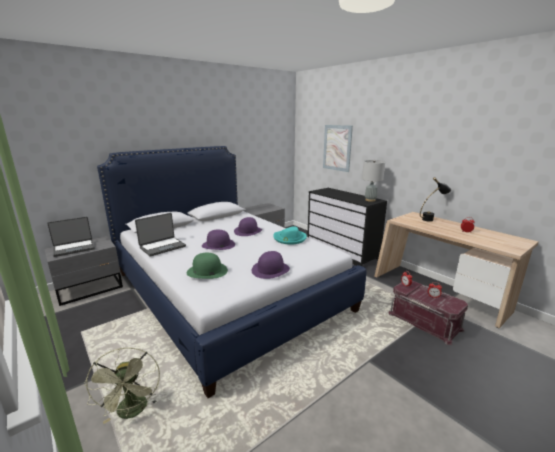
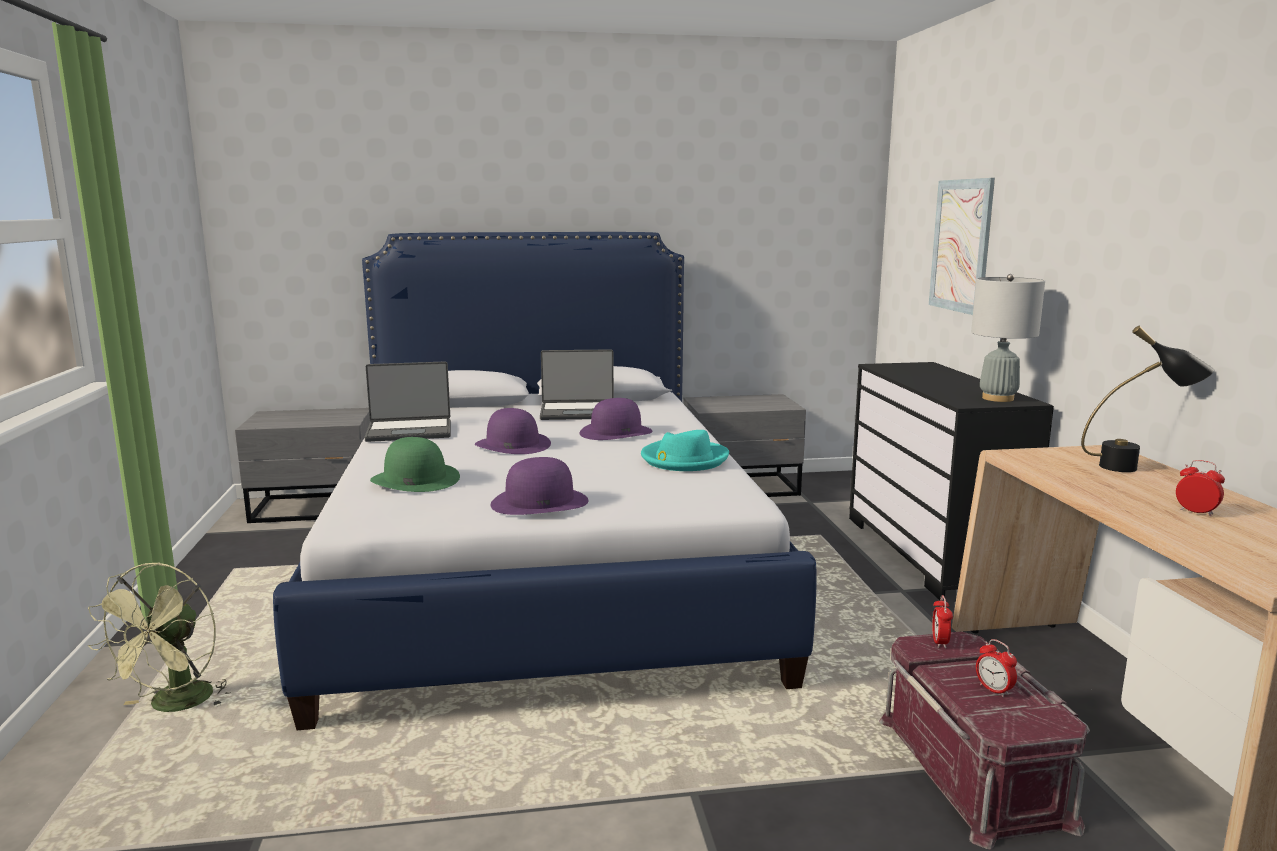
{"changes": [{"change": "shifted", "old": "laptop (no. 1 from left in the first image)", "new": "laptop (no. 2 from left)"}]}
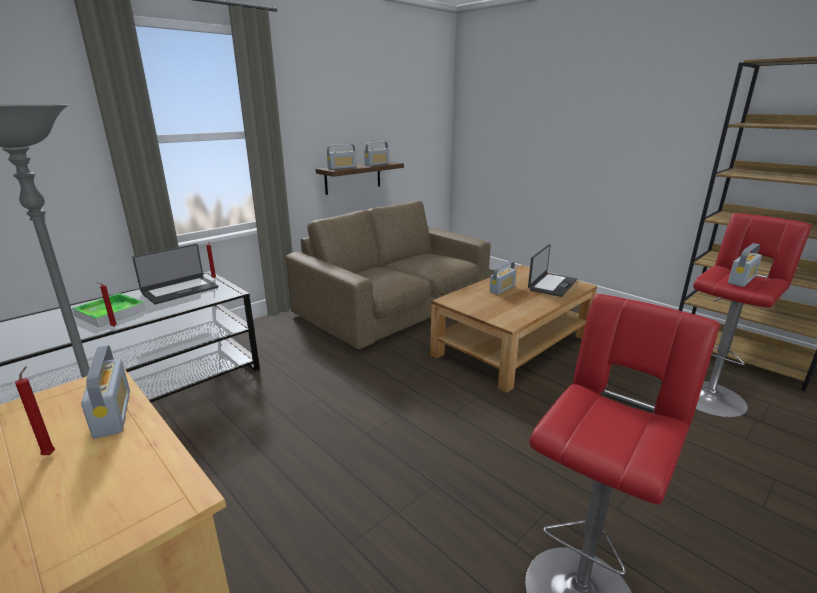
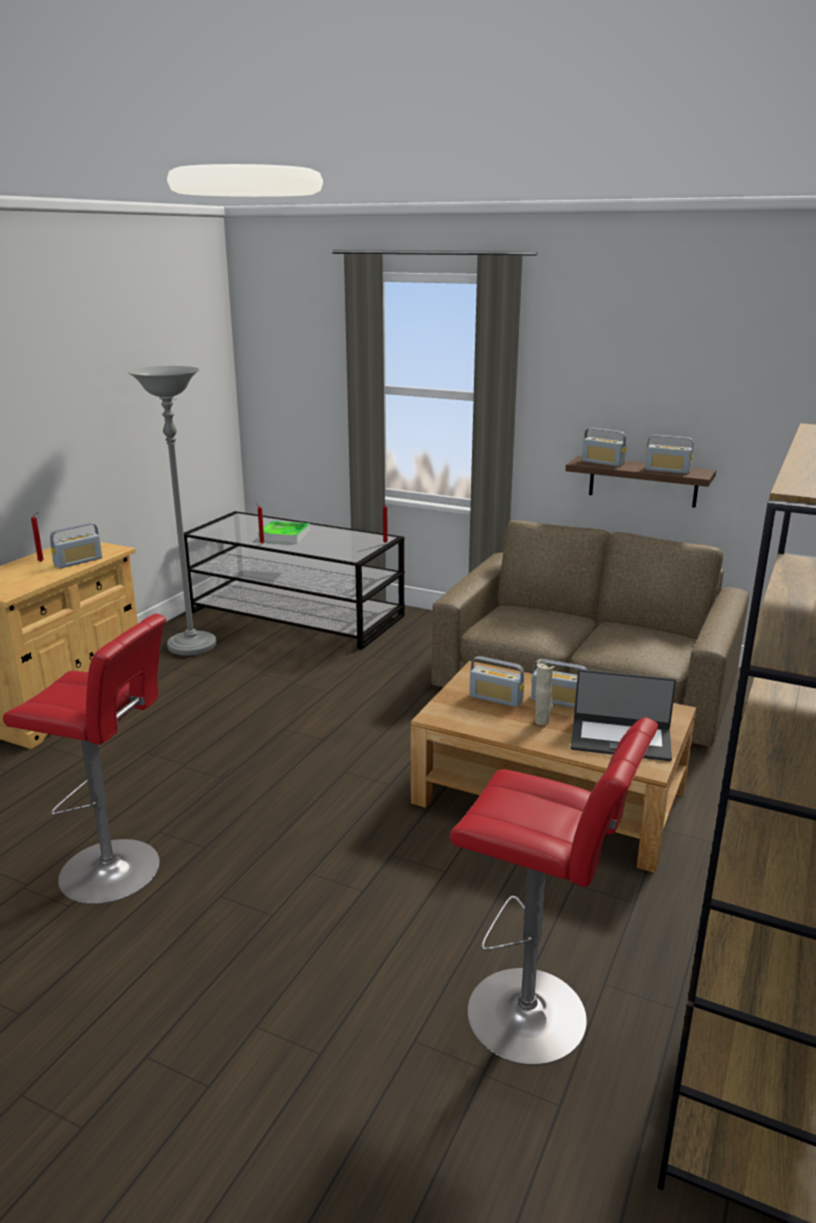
{"changes": [{"change": "gone", "old": "laptop (no. 1 from left)"}, {"change": "shifted", "old": "radio (no. 5 from left in the first image)", "new": "radio (no. 2 from left)"}, {"change": "new", "new": "beige vase"}]}
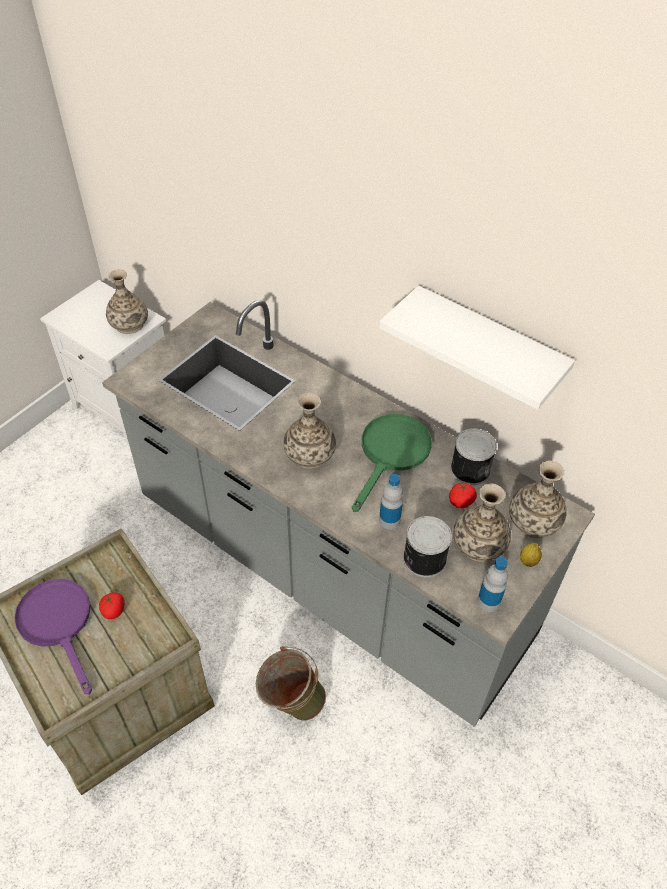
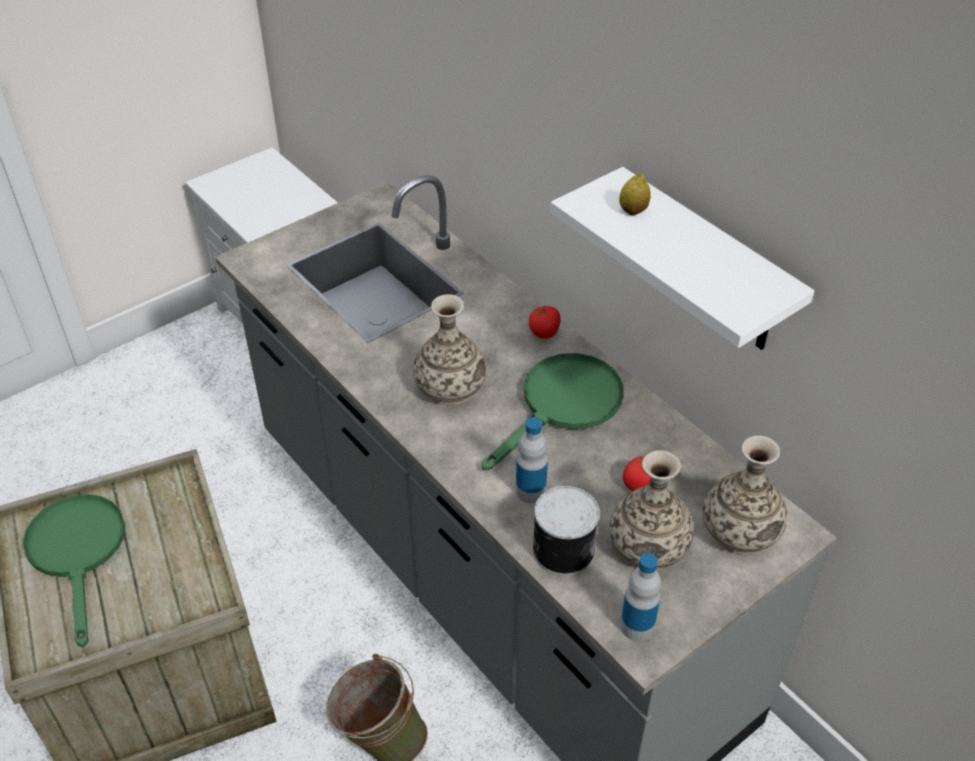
{"changes": [{"change": "repainted", "old": "purple frying pan", "new": "green frying pan (no. 1 from left)"}, {"change": "shifted", "old": "tomato (no. 1 from left)"}, {"change": "gone", "old": "vase (no. 1 from left)"}, {"change": "gone", "old": "can (no. 2 from left)"}, {"change": "shifted", "old": "lemon"}]}
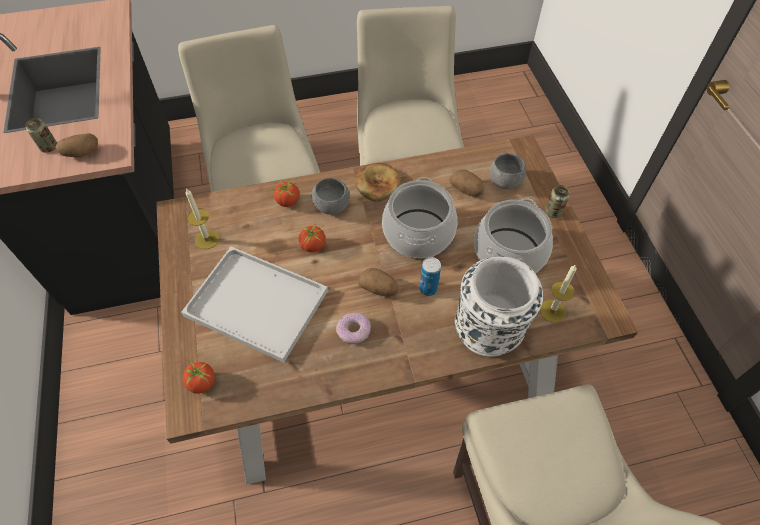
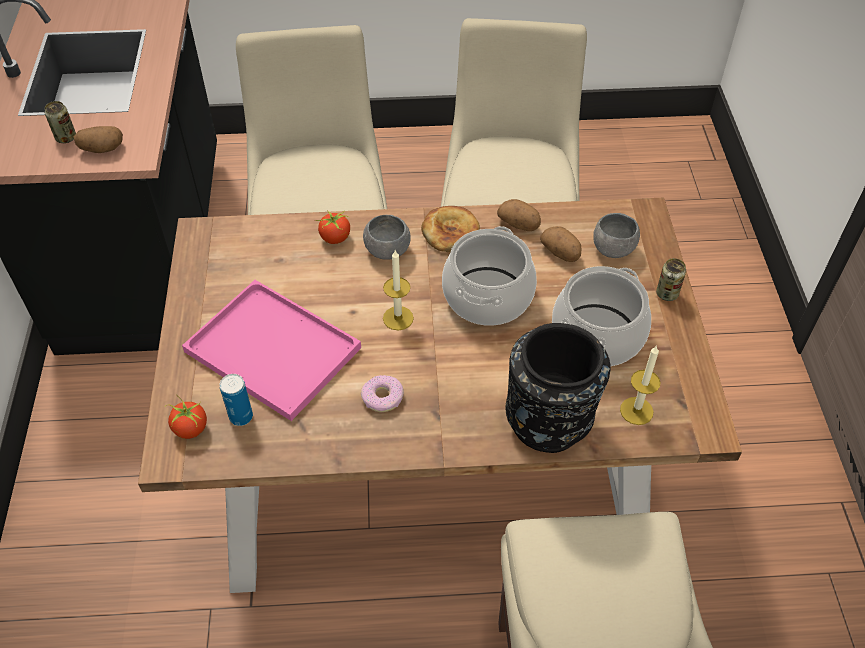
{"changes": [{"change": "repainted", "old": "white tray", "new": "pink tray"}, {"change": "shifted", "old": "candle (no. 1 from left)"}, {"change": "gone", "old": "tomato (no. 3 from left)"}, {"change": "shifted", "old": "potato (no. 2 from left)"}, {"change": "shifted", "old": "can (no. 2 from left)"}, {"change": "repainted", "old": "white vase", "new": "black vase"}]}
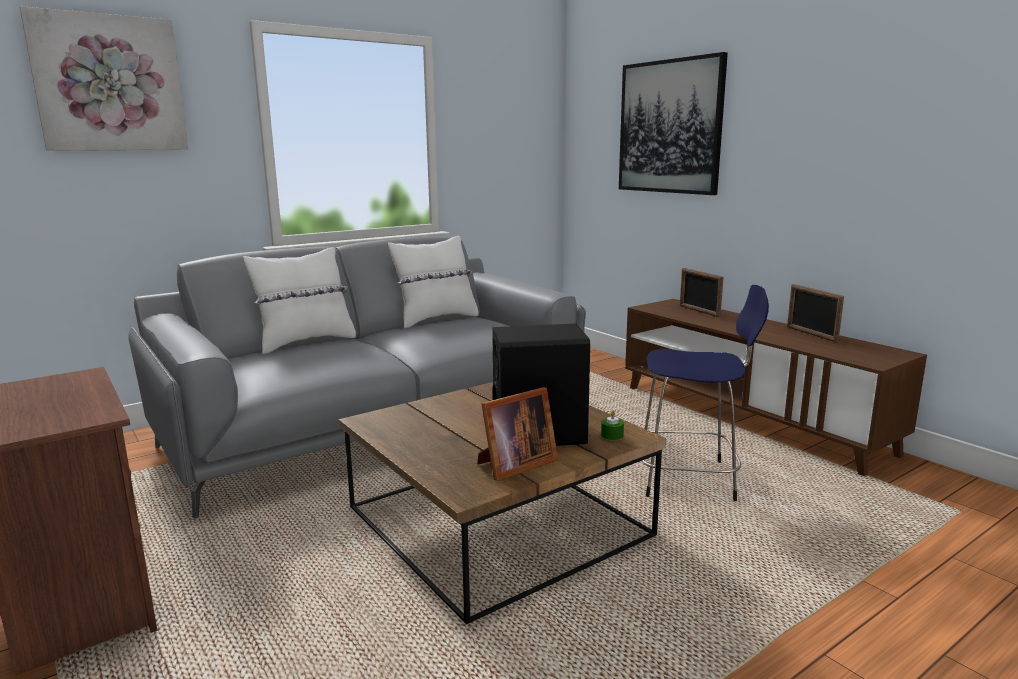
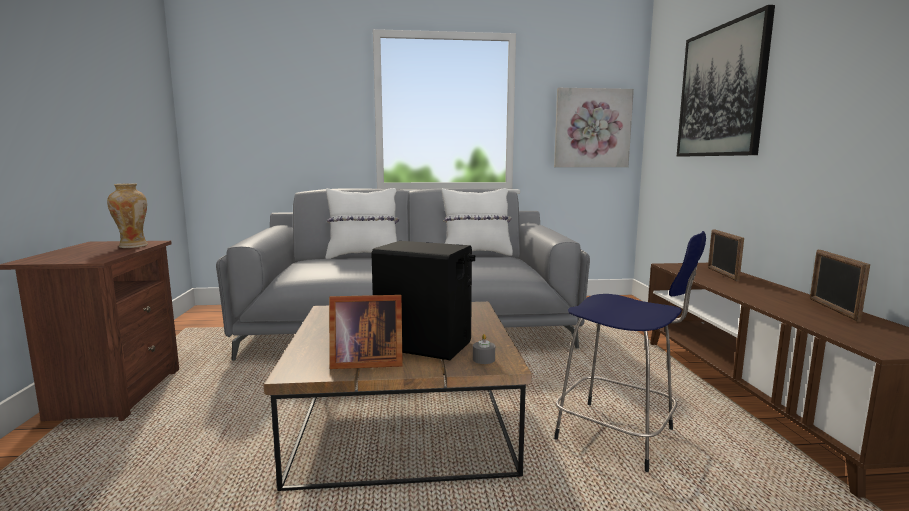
{"changes": [{"change": "shifted", "old": "picture (no. 1 from left)"}, {"change": "repainted", "old": "green candle", "new": "grey candle"}, {"change": "new", "new": "vase"}]}
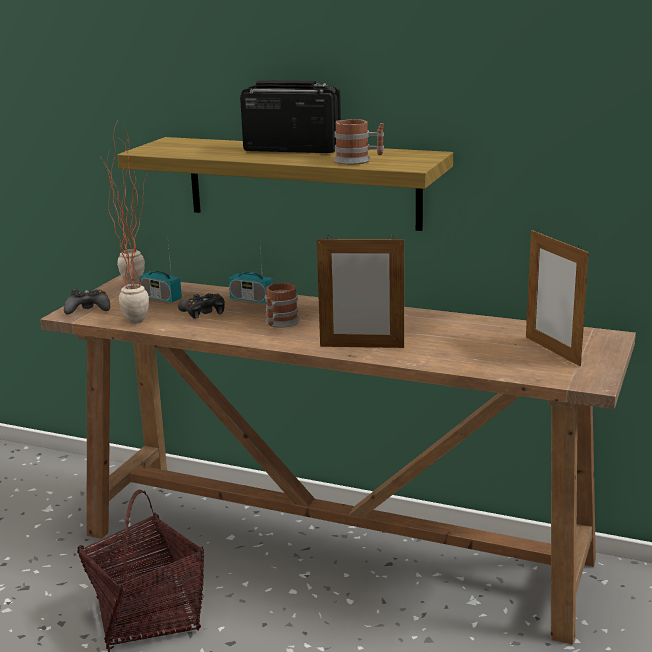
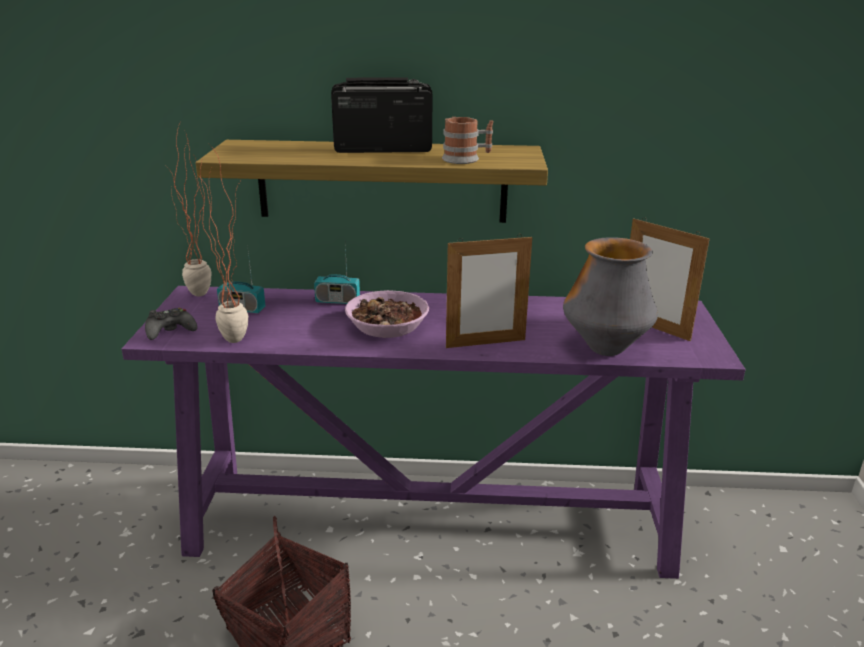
{"changes": [{"change": "repainted", "old": "brown console table", "new": "purple console table"}, {"change": "gone", "old": "black game controller (no. 2 from left)"}, {"change": "swapped", "old": "mug (no. 1 from left)", "new": "bowl"}, {"change": "new", "new": "vase"}]}
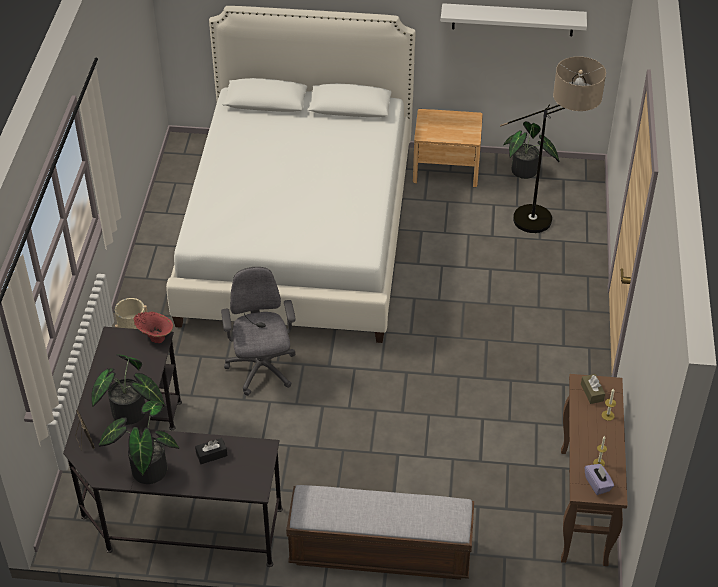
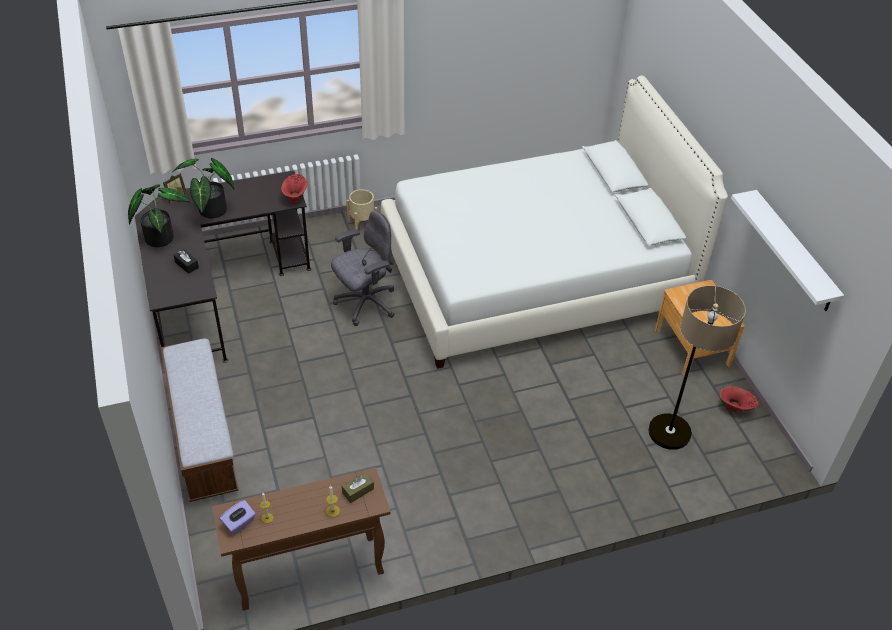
{"changes": [{"change": "swapped", "old": "potted plant (no. 3 from left)", "new": "red vase (no. 2 from left)"}]}
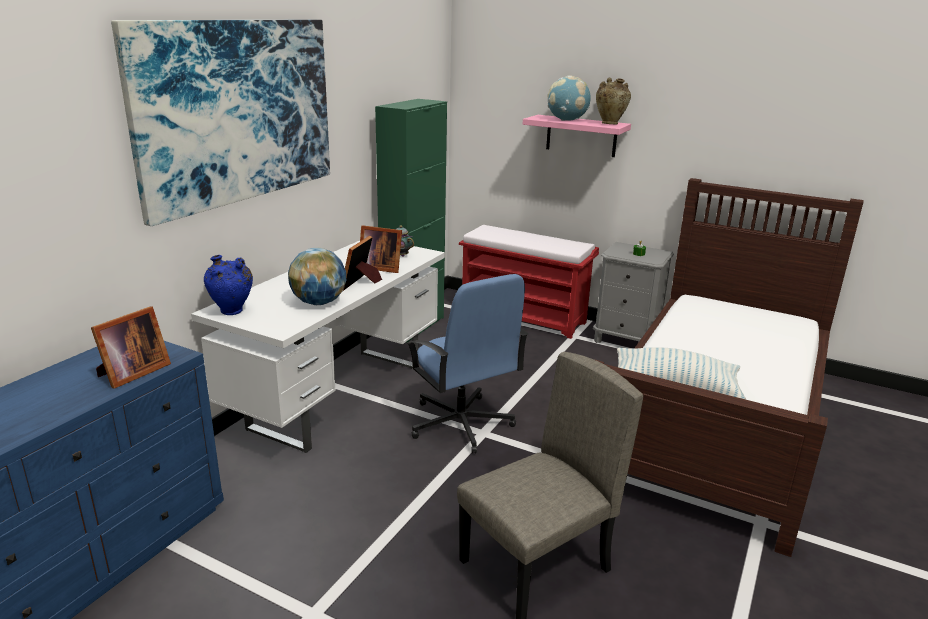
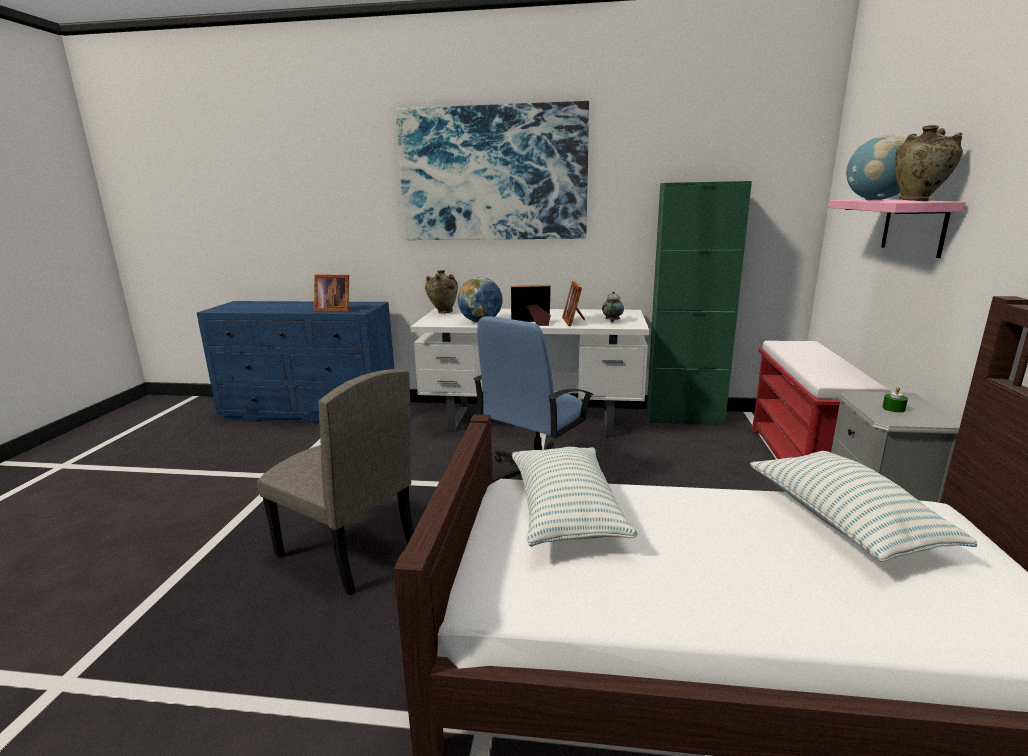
{"changes": [{"change": "repainted", "old": "blue vase", "new": "beige vase (no. 1 from left)"}, {"change": "new", "new": "pillow (no. 2 from left)"}]}
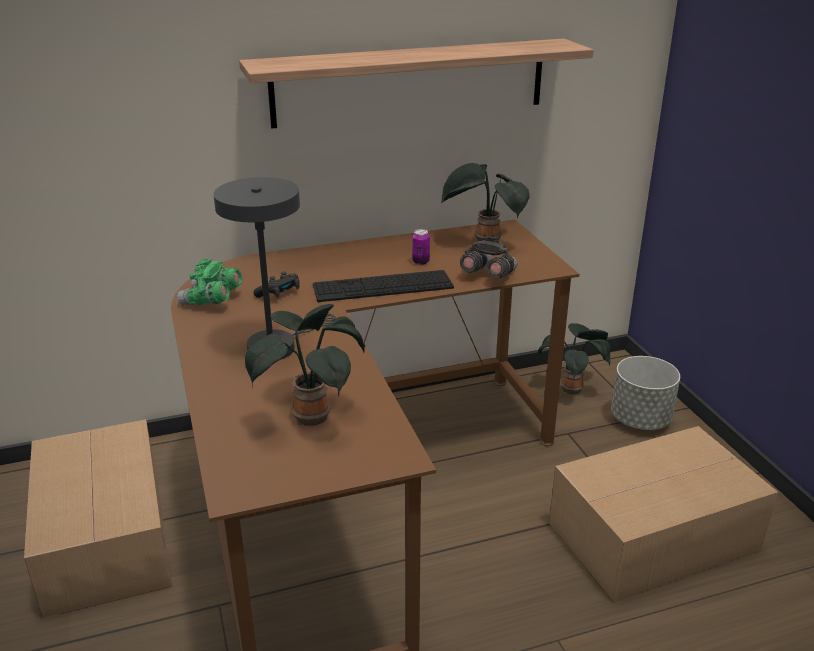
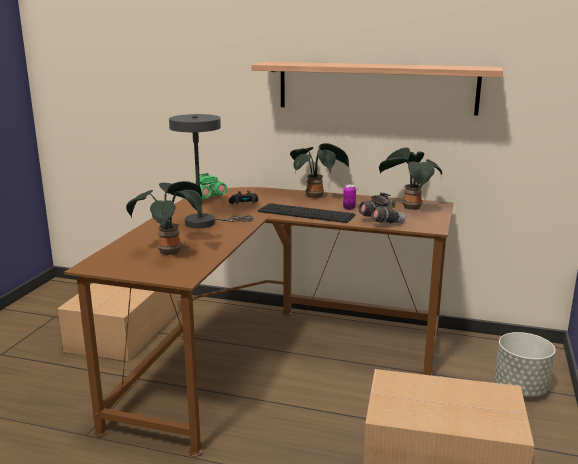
{"changes": [{"change": "shifted", "old": "potted plant (no. 3 from left in the first image)", "new": "potted plant (no. 2 from left)"}]}
